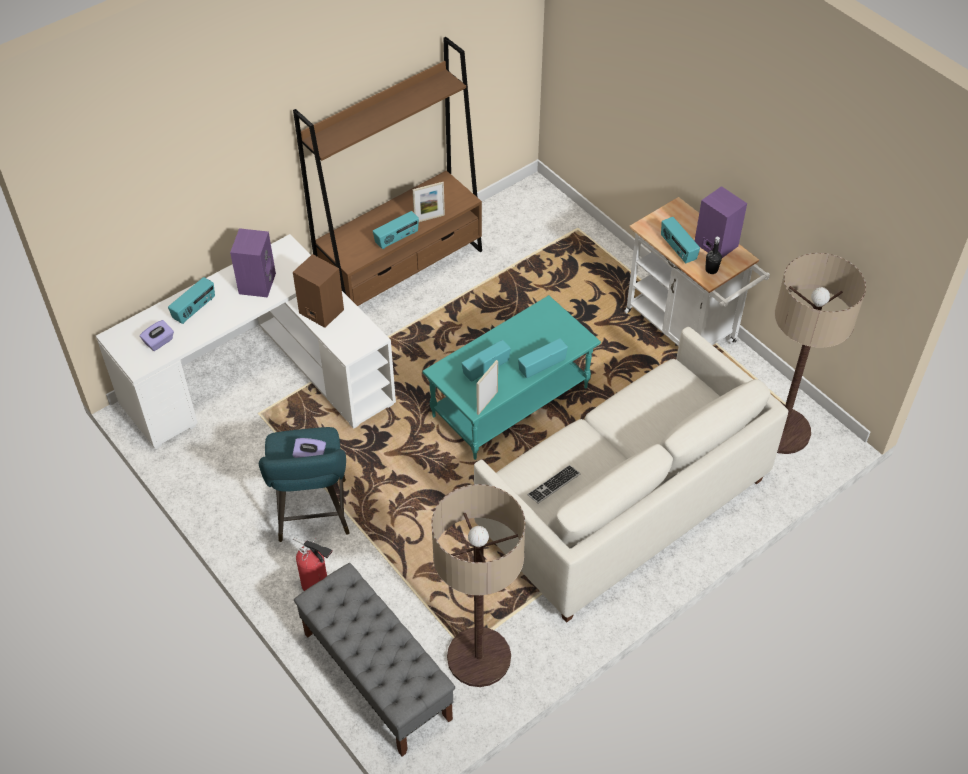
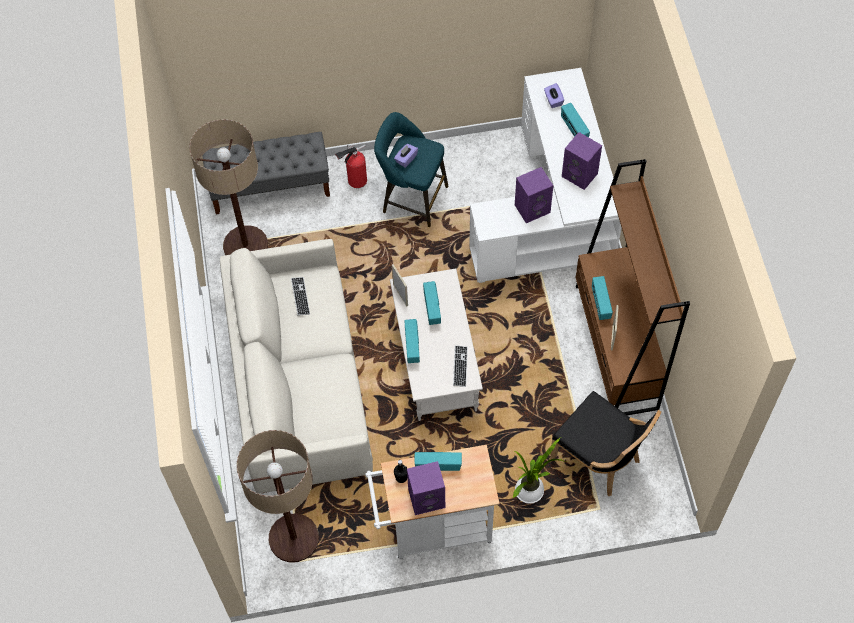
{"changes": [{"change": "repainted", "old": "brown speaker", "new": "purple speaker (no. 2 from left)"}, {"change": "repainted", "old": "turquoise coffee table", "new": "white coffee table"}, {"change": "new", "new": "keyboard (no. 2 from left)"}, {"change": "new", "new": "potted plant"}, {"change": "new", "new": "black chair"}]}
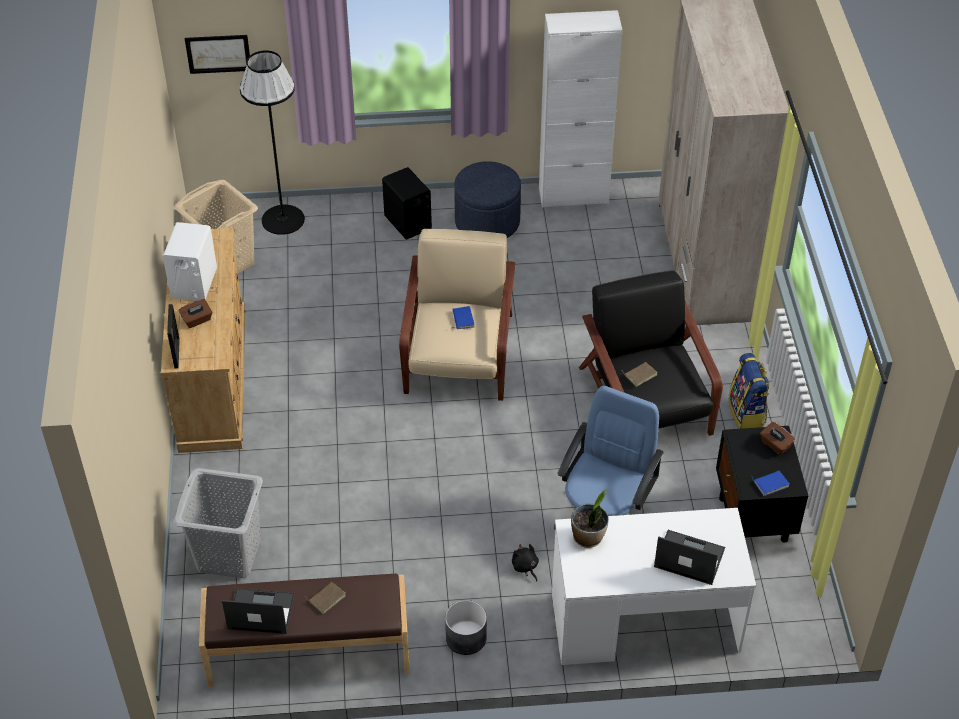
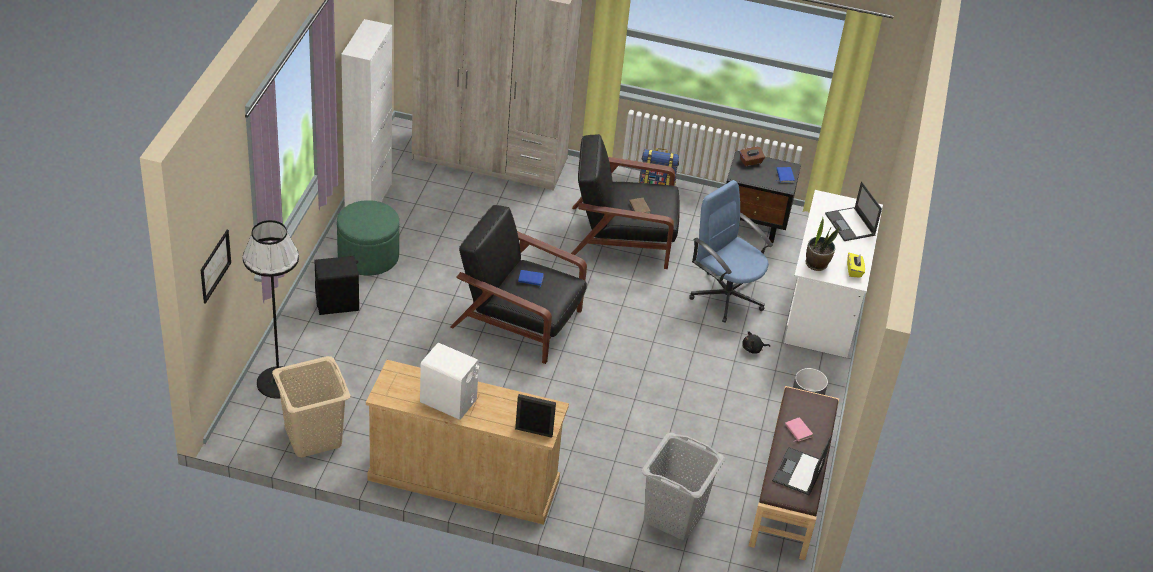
{"changes": [{"change": "gone", "old": "brown tissue box (no. 1 from left)"}, {"change": "repainted", "old": "brown book (no. 1 from left)", "new": "pink book"}, {"change": "repainted", "old": "beige armchair", "new": "black armchair (no. 1 from left)"}, {"change": "repainted", "old": "blue ottoman", "new": "green ottoman"}, {"change": "rotated", "old": "laptop (no. 2 from left)", "degrees": -60}, {"change": "new", "new": "yellow tissue box"}]}
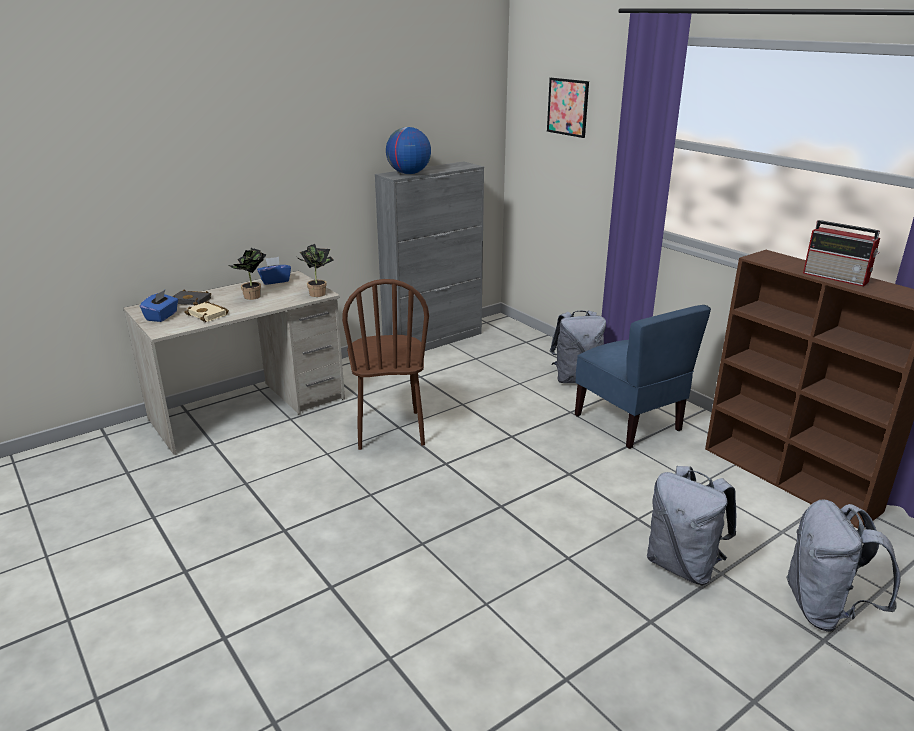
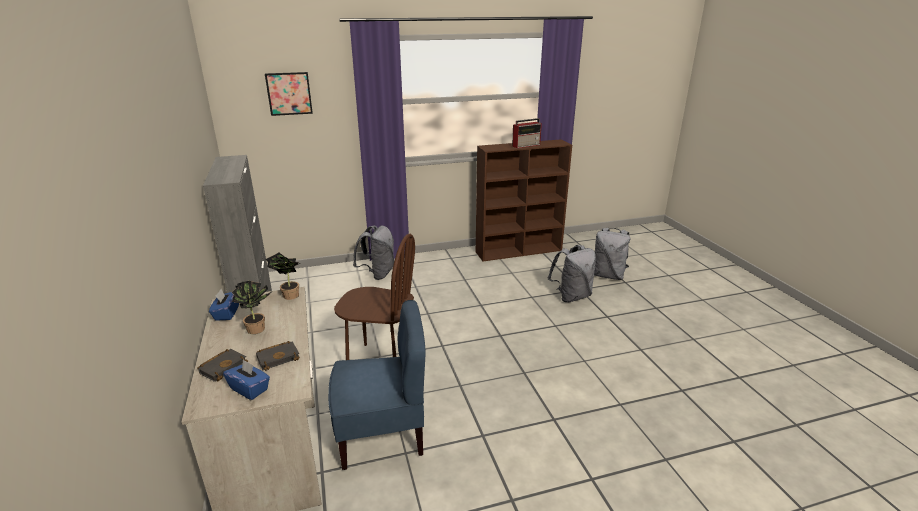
{"changes": [{"change": "repainted", "old": "beige book", "new": "black book (no. 2 from left)"}, {"change": "gone", "old": "globe"}, {"change": "shifted", "old": "blue chair"}]}
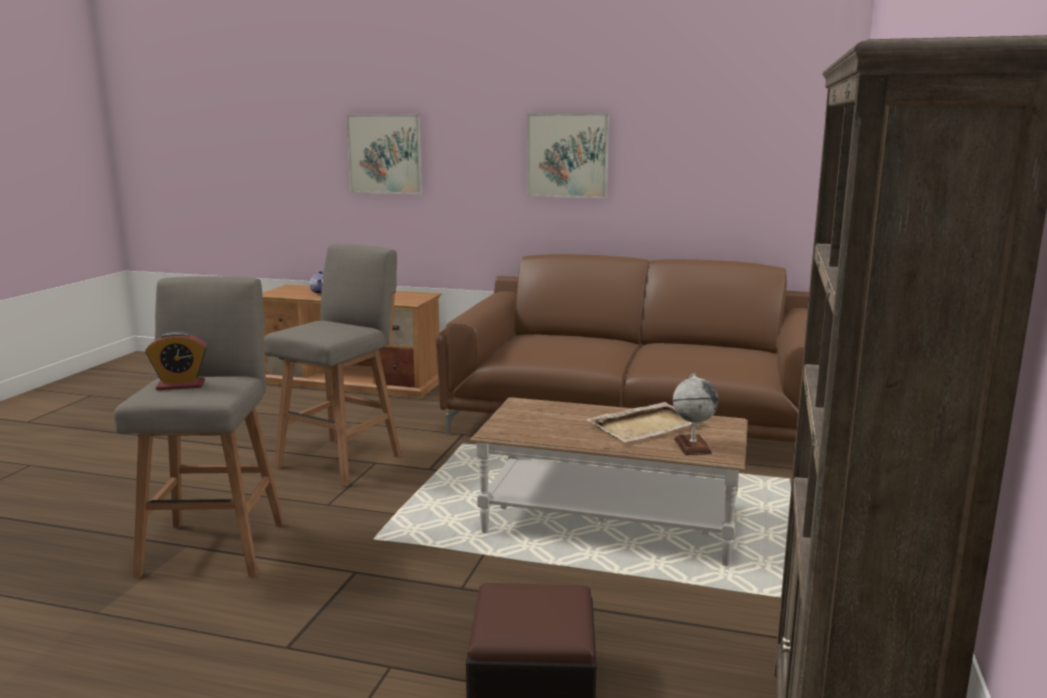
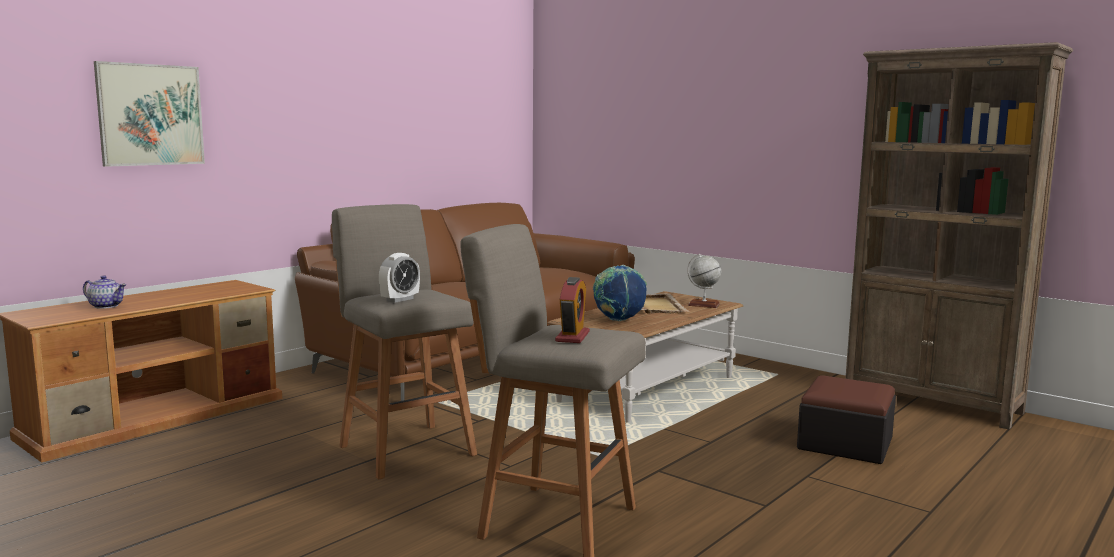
{"changes": [{"change": "gone", "old": "picture (no. 2 from left)"}, {"change": "new", "new": "alarm clock (no. 1 from left)"}, {"change": "new", "new": "globe (no. 1 from left)"}]}
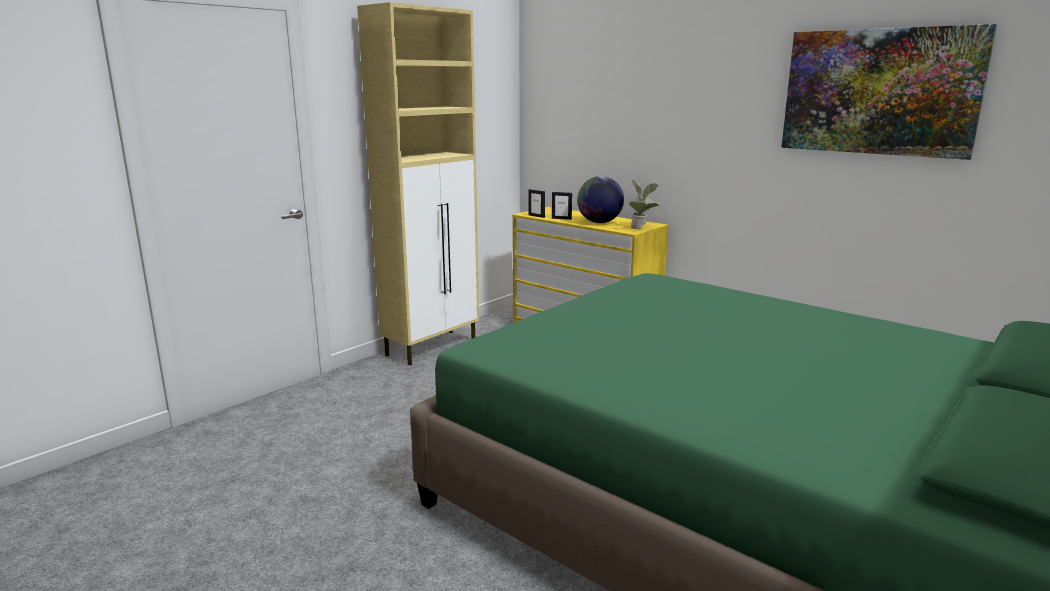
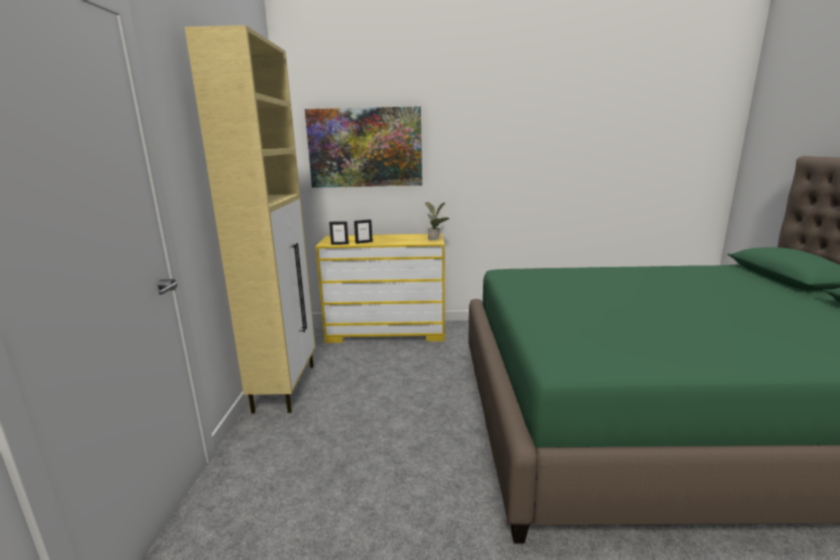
{"changes": [{"change": "gone", "old": "globe"}, {"change": "shifted", "old": "picture"}]}
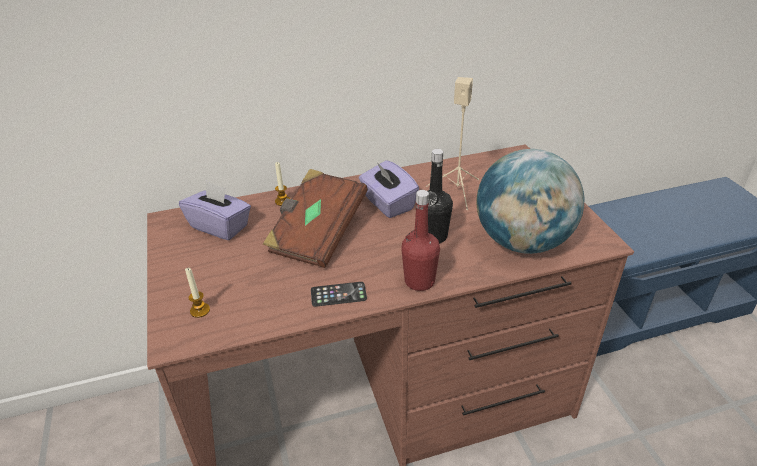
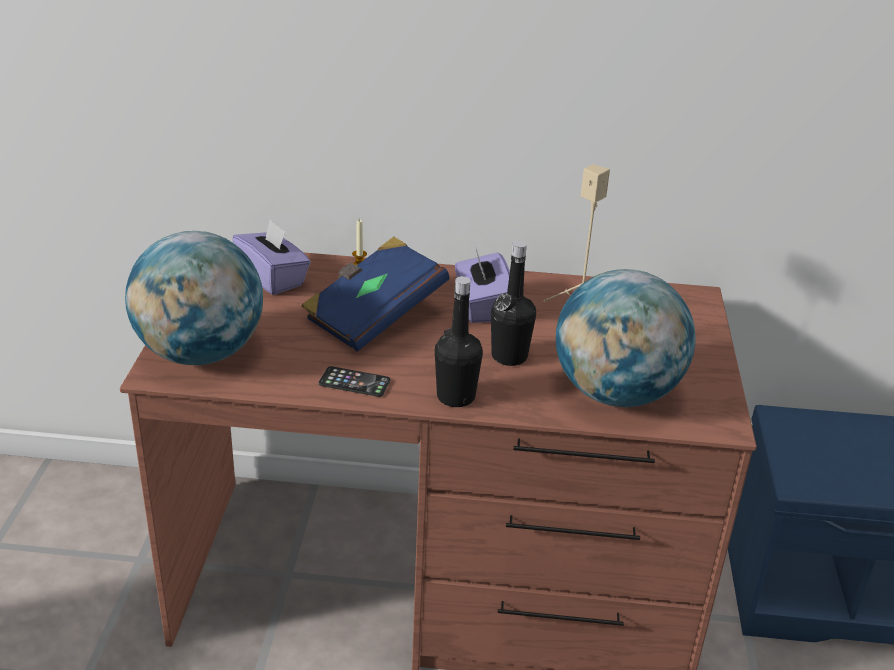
{"changes": [{"change": "swapped", "old": "candle (no. 1 from left)", "new": "globe (no. 1 from left)"}, {"change": "repainted", "old": "brown book", "new": "blue book"}, {"change": "repainted", "old": "red bottle", "new": "black bottle (no. 1 from left)"}]}
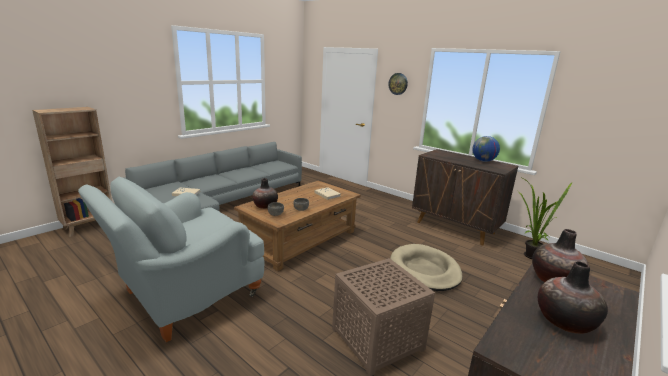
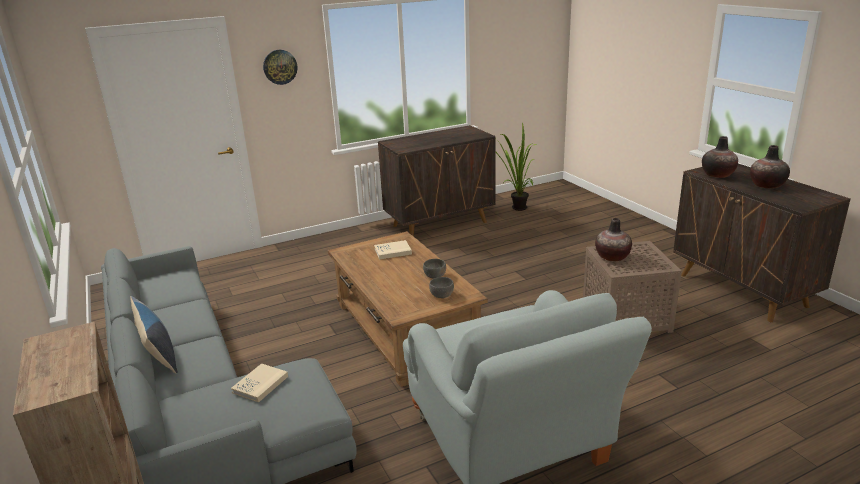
{"changes": [{"change": "shifted", "old": "vase (no. 1 from left)"}, {"change": "gone", "old": "beige dog bed"}, {"change": "gone", "old": "globe"}, {"change": "new", "new": "pillow"}]}
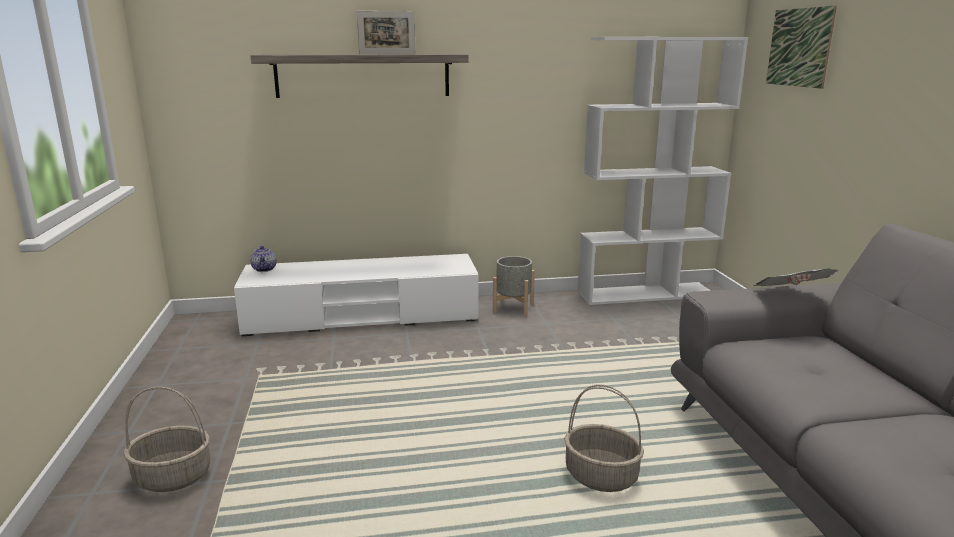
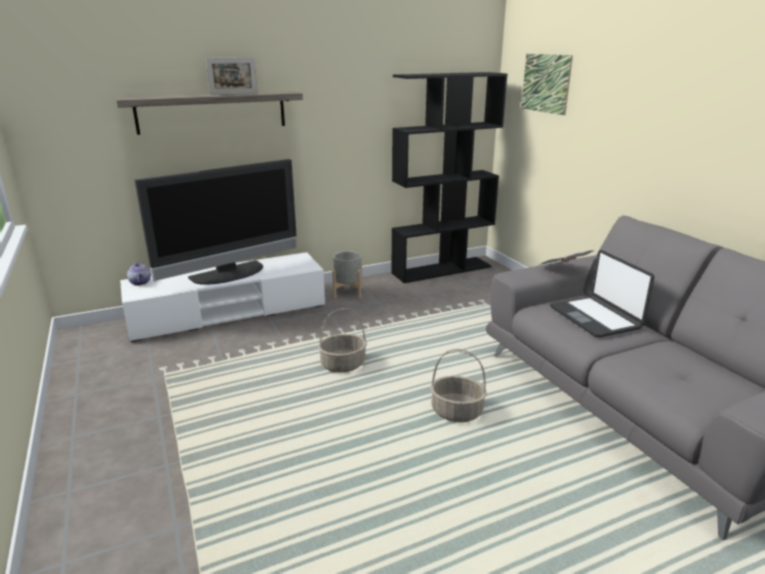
{"changes": [{"change": "shifted", "old": "basket (no. 1 from left)"}, {"change": "repainted", "old": "white bookcase", "new": "black bookcase"}, {"change": "new", "new": "television"}, {"change": "new", "new": "laptop"}]}
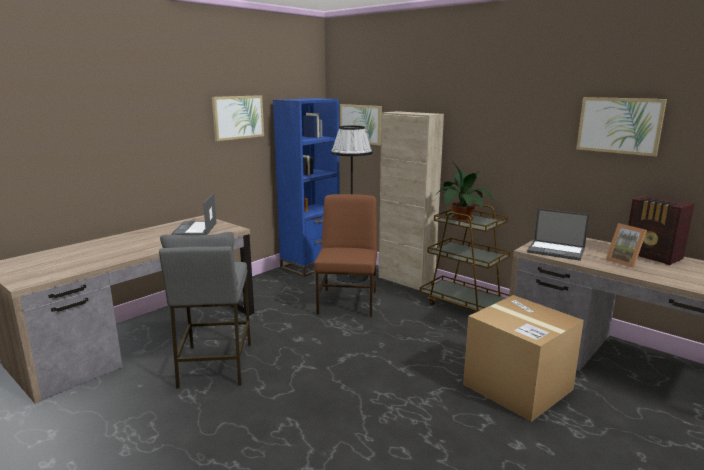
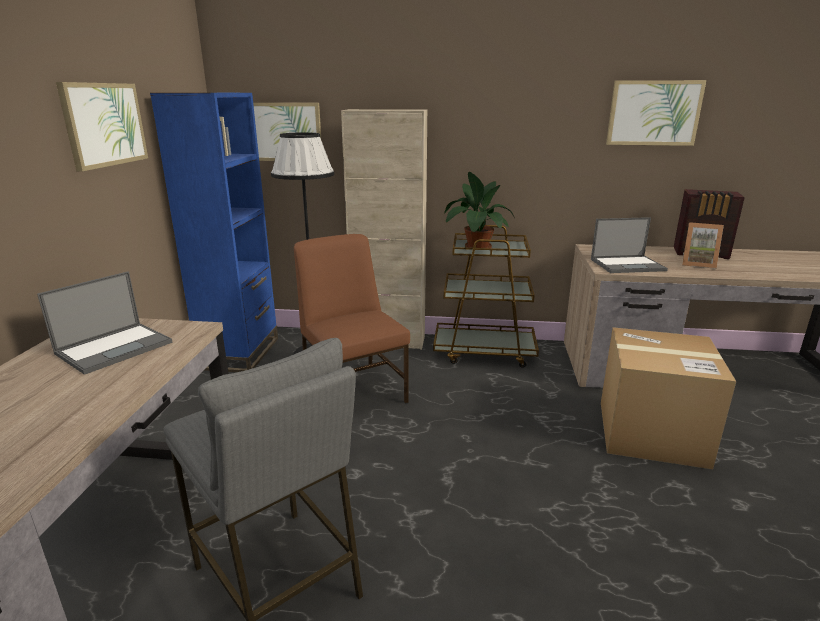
{"changes": [{"change": "rotated", "old": "laptop (no. 1 from left)", "degrees": -105}]}
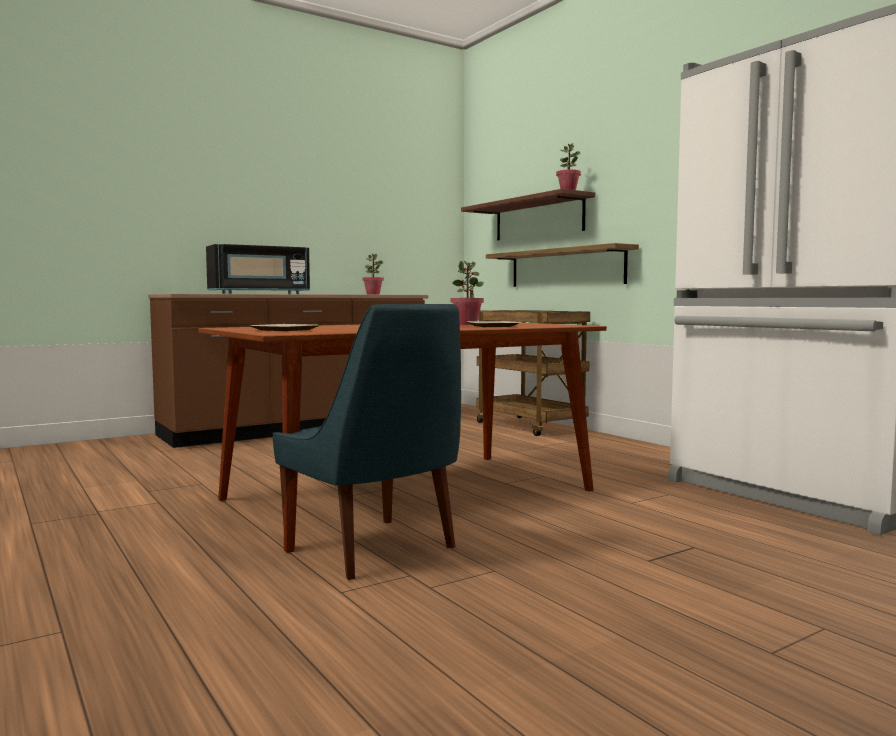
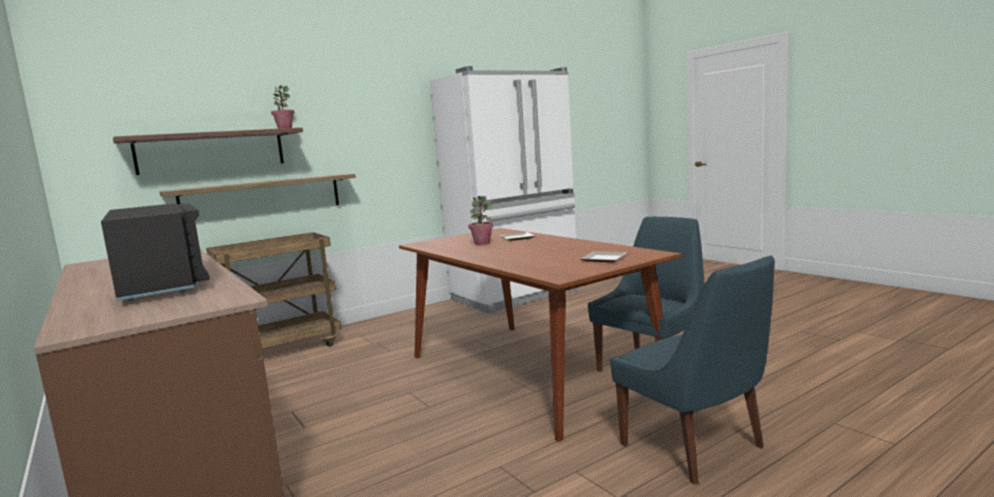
{"changes": [{"change": "gone", "old": "potted plant (no. 1 from left)"}, {"change": "new", "new": "blue chair (no. 2 from left)"}]}
